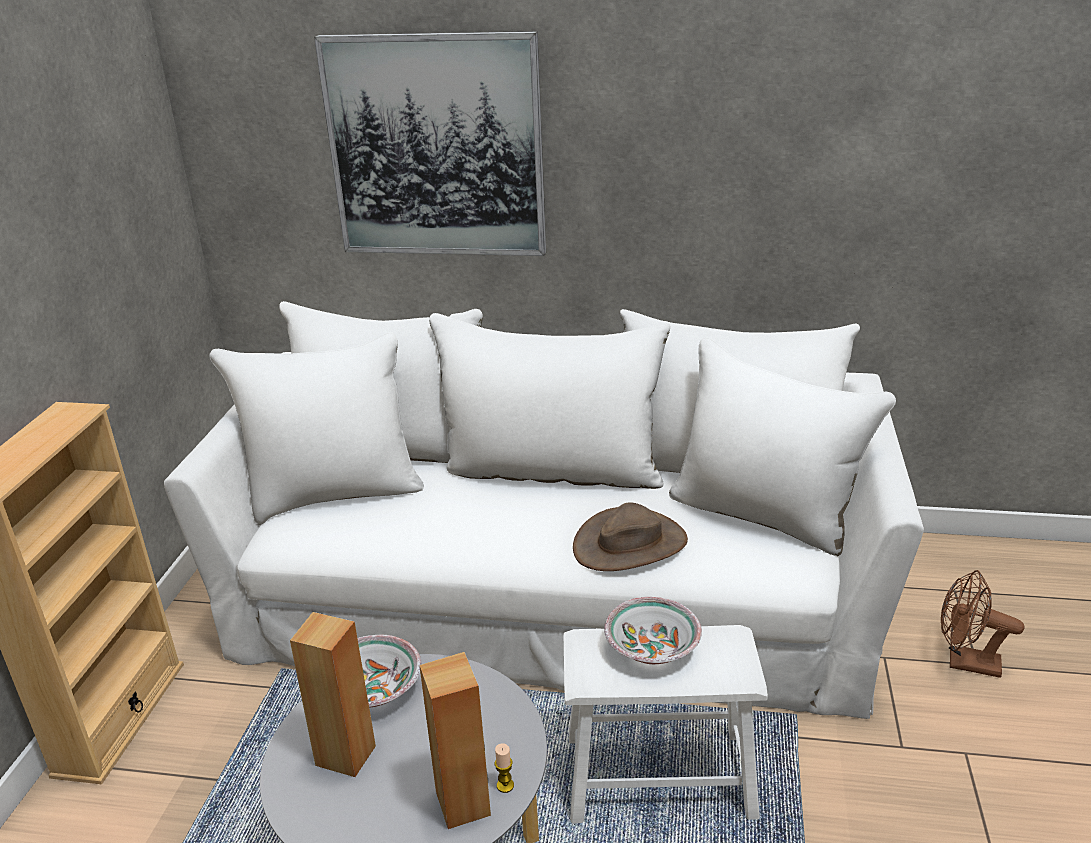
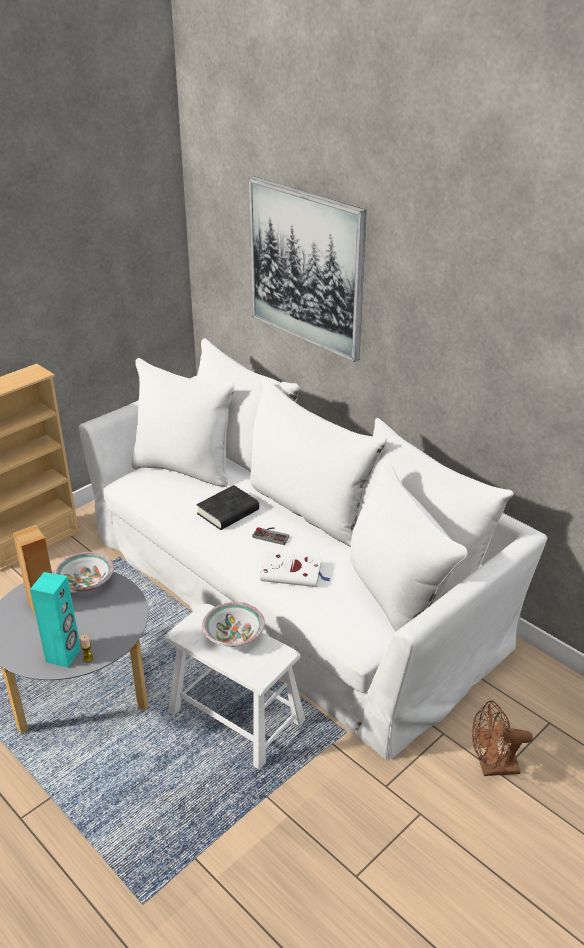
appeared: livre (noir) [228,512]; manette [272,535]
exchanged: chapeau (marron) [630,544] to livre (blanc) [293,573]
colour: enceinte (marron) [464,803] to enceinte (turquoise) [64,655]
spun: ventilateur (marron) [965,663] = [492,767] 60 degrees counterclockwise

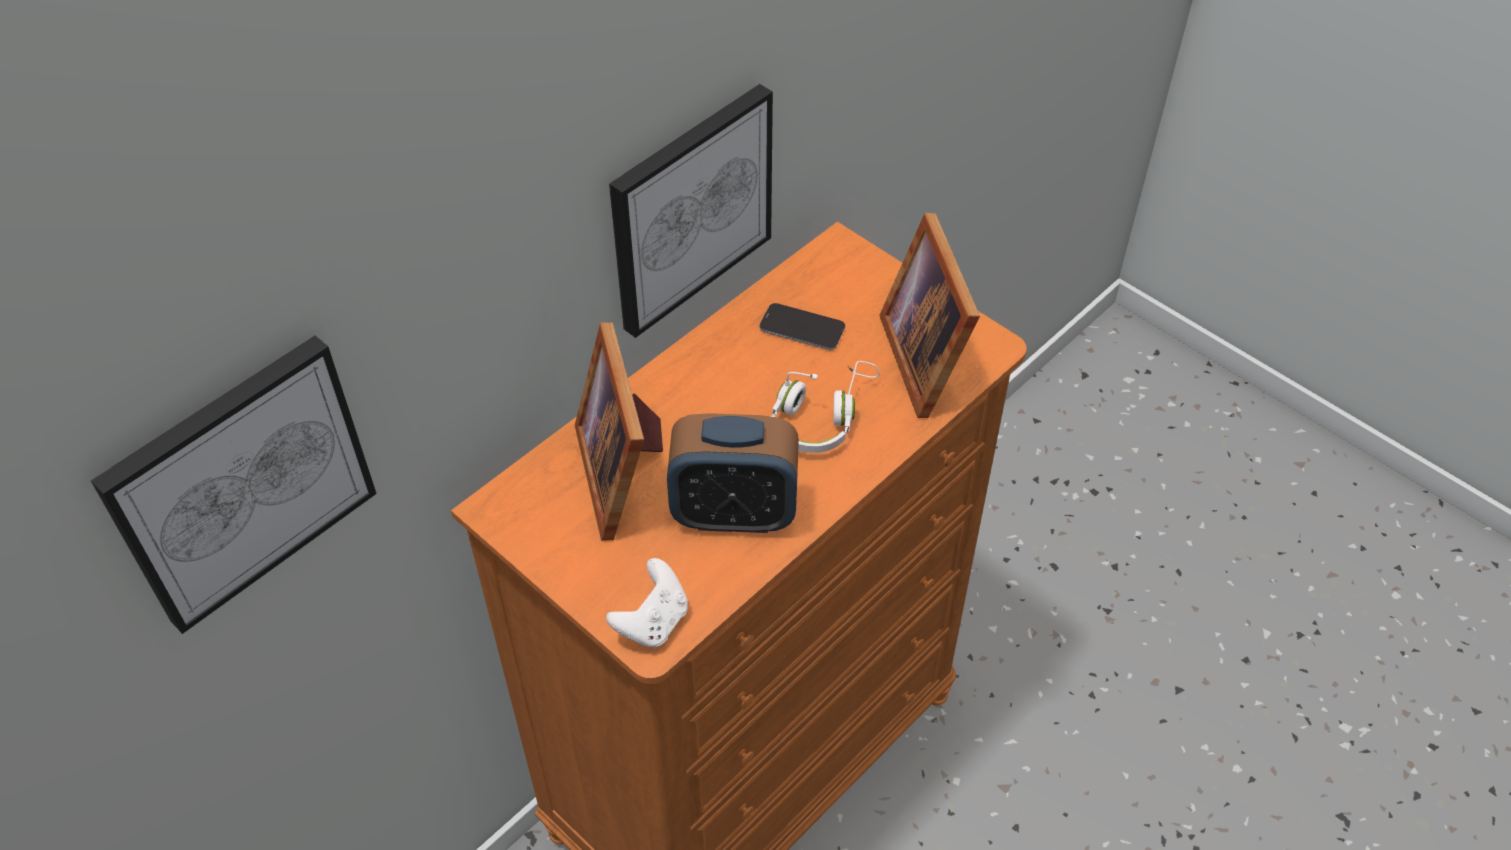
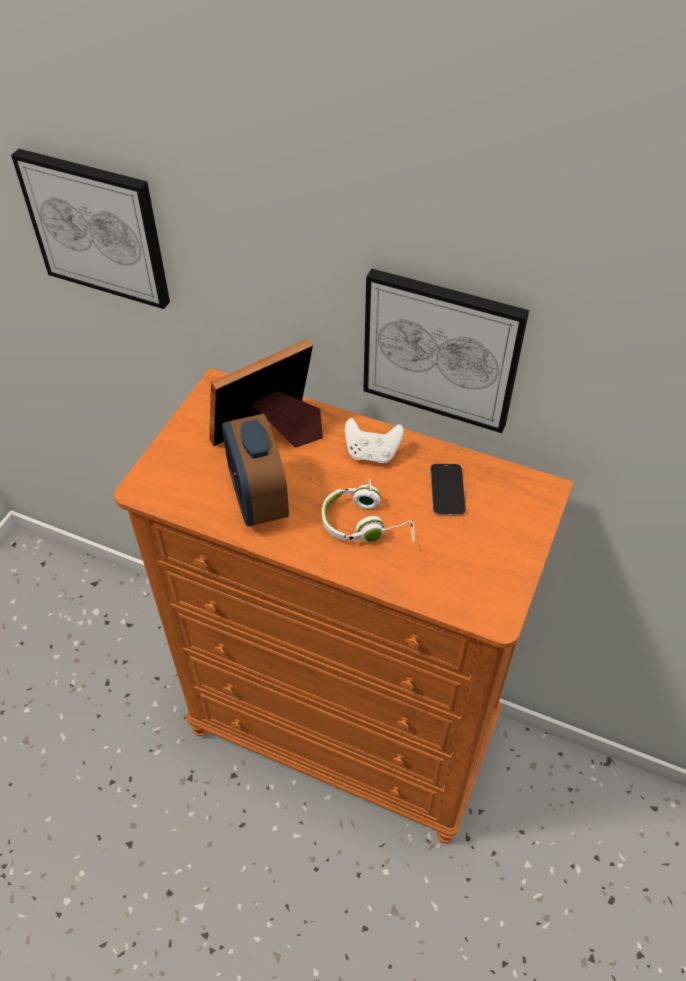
missing: cadre photo [930,357]
relocated: manette (blanc) [653,622] to [372,453]

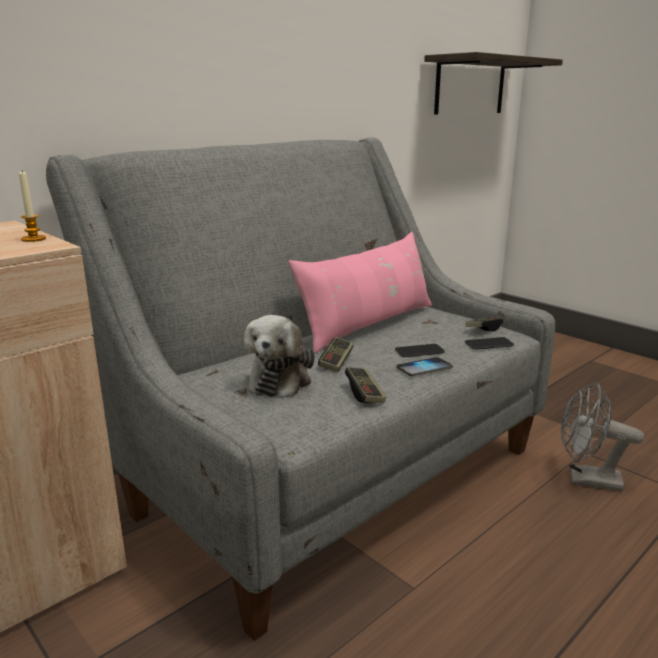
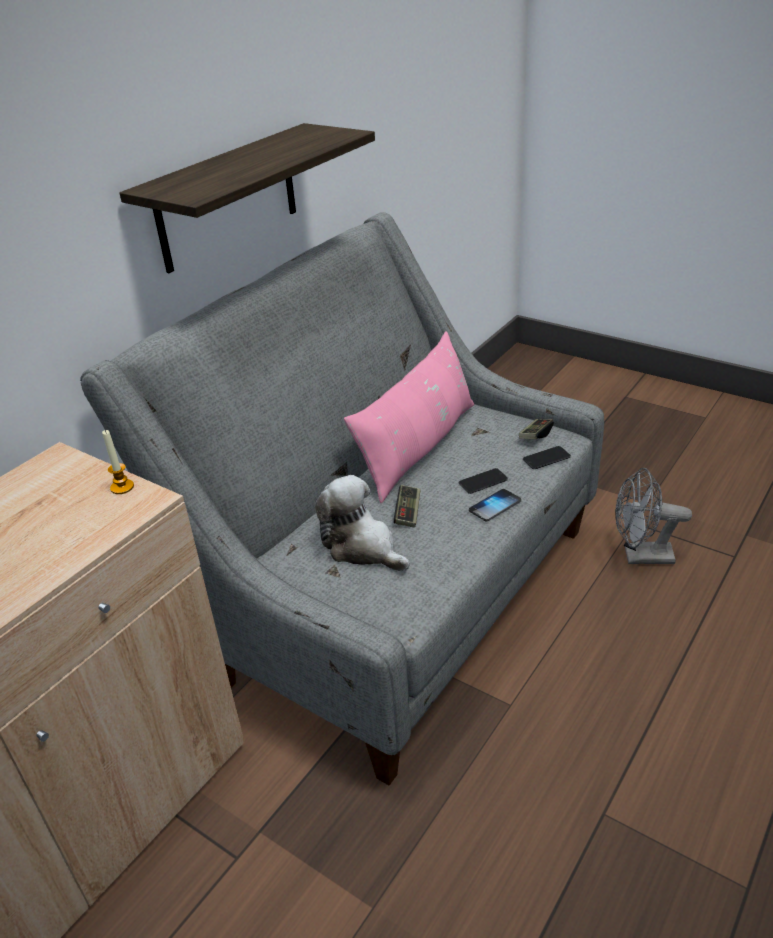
missing: manette [364,393]
relocated: étagère [470,86] to [228,198]
spun: peluche [279,379] = [362,547] 135 degrees clockwise

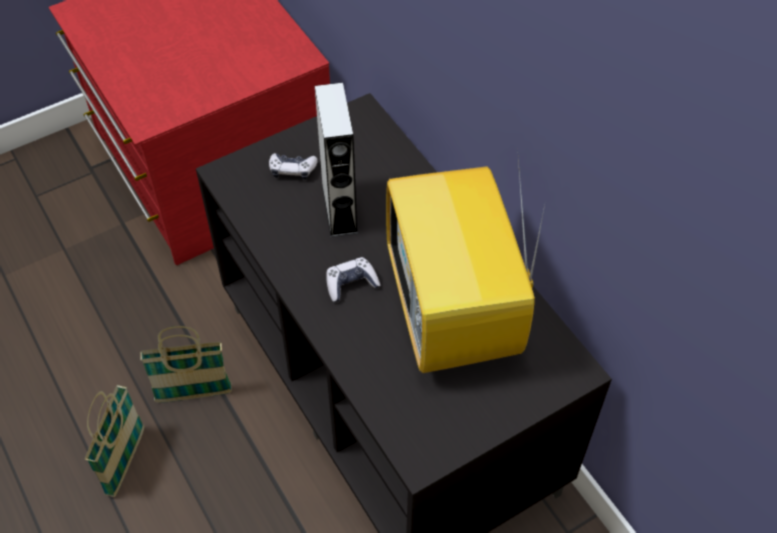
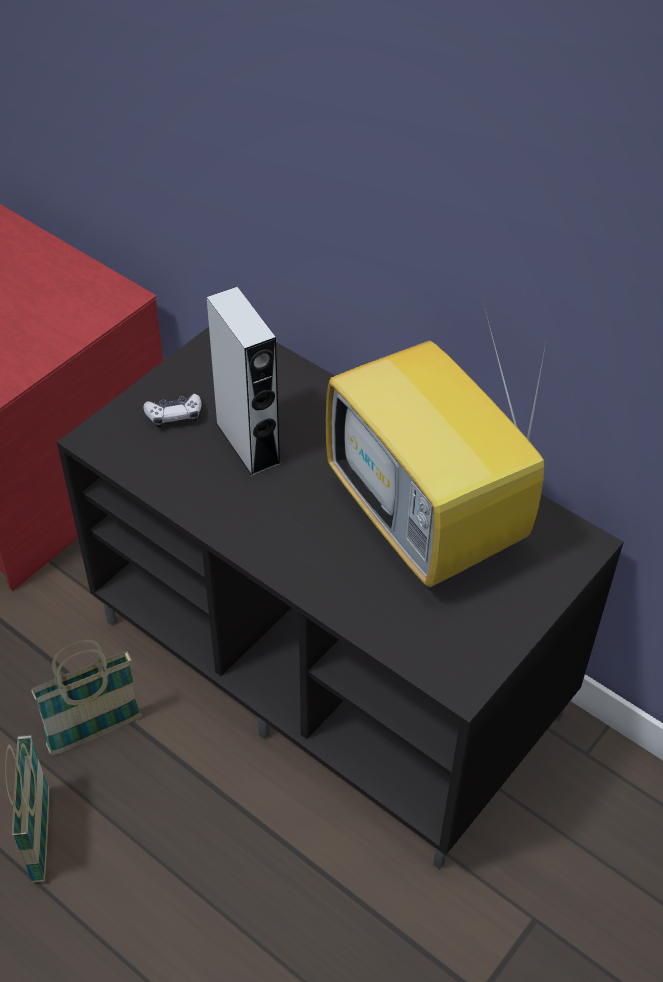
missing: manette [351,284]

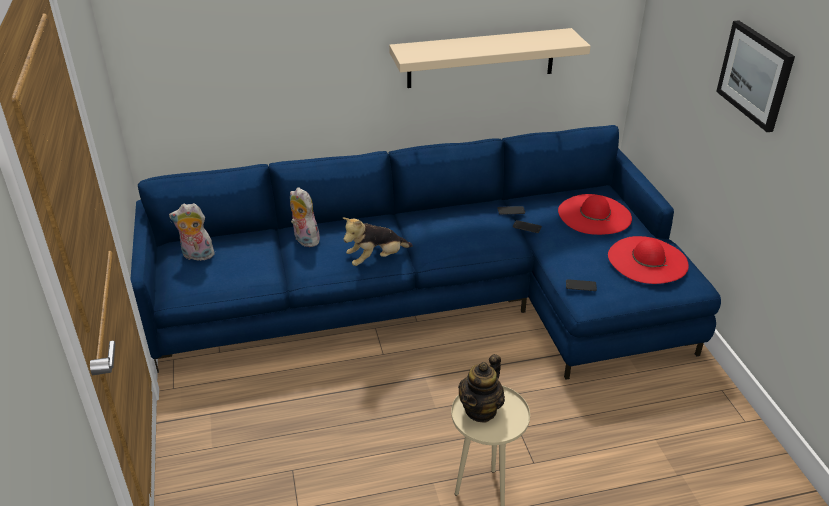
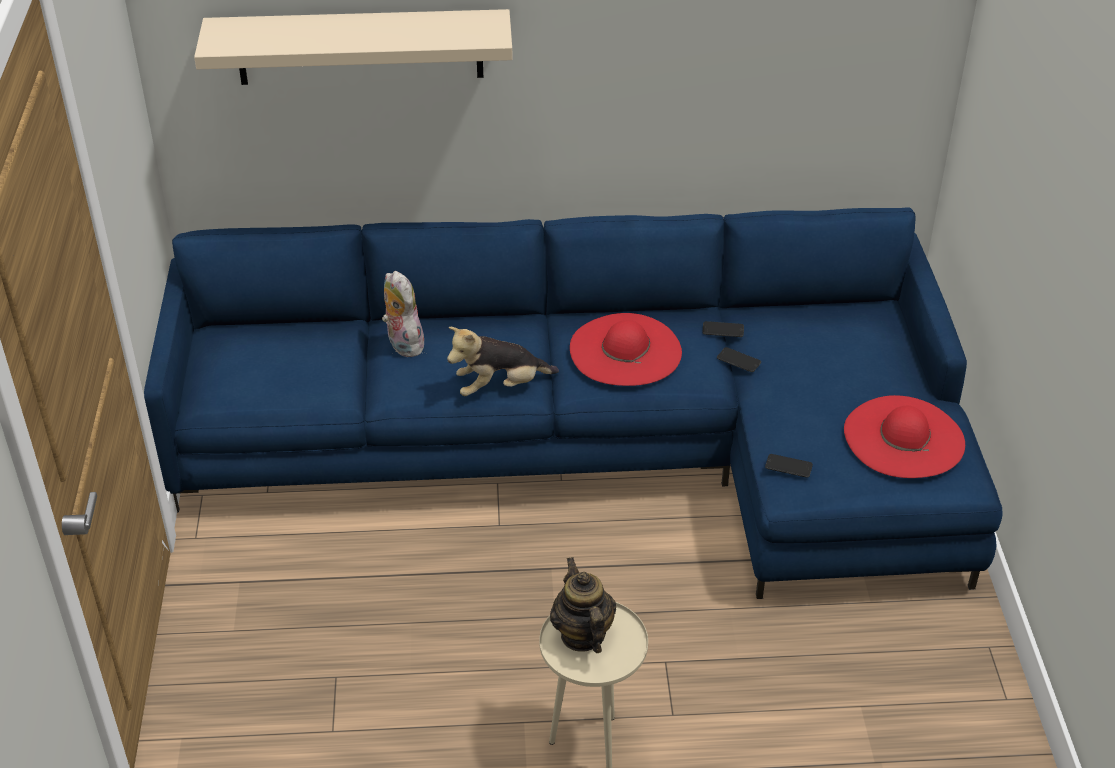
missing: tableau [755,75]; peluche [196,256]
relocated: étagère (beige) [481,58] to [360,47]; chapeau (rouge) [594,215] to [625,350]
spun: théière [481,410] = [582,635] 120 degrees clockwise

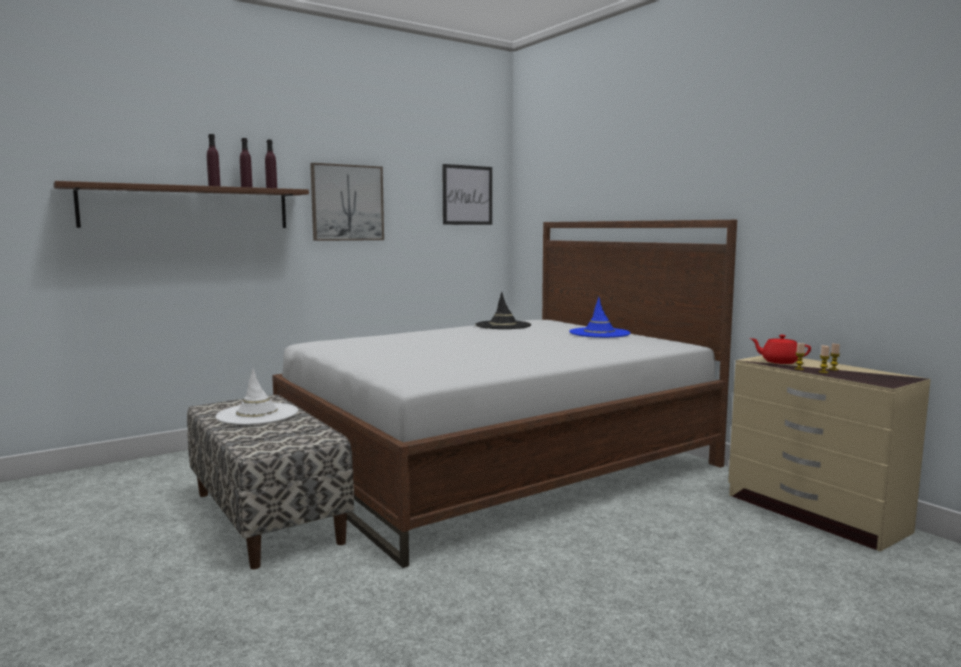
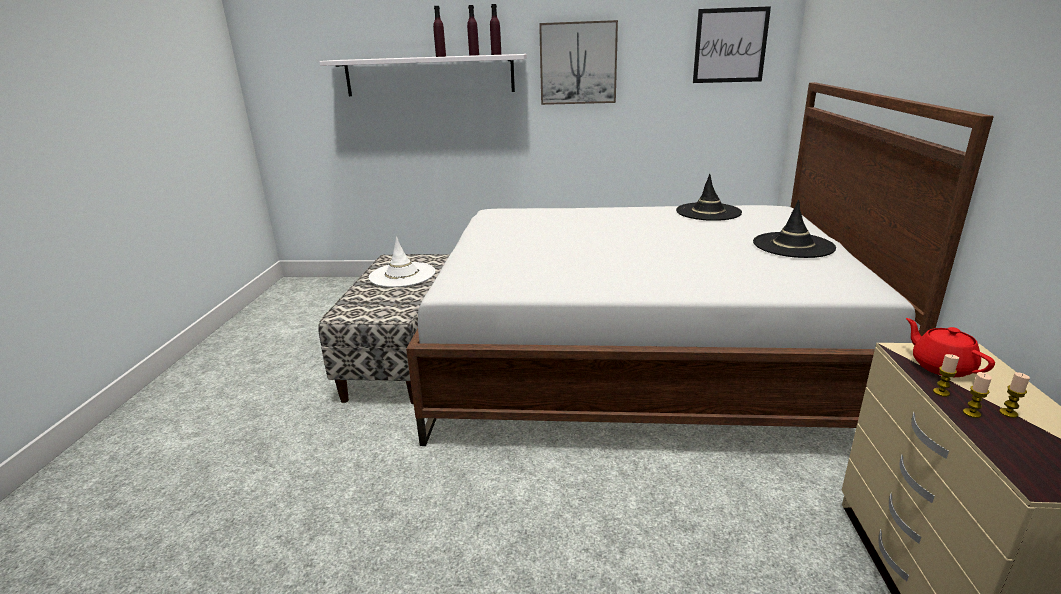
colour: étagère (marron) [188,207] to étagère (blanc) [429,75]; chapeau (bleu) [599,333] to chapeau (noir) [793,245]

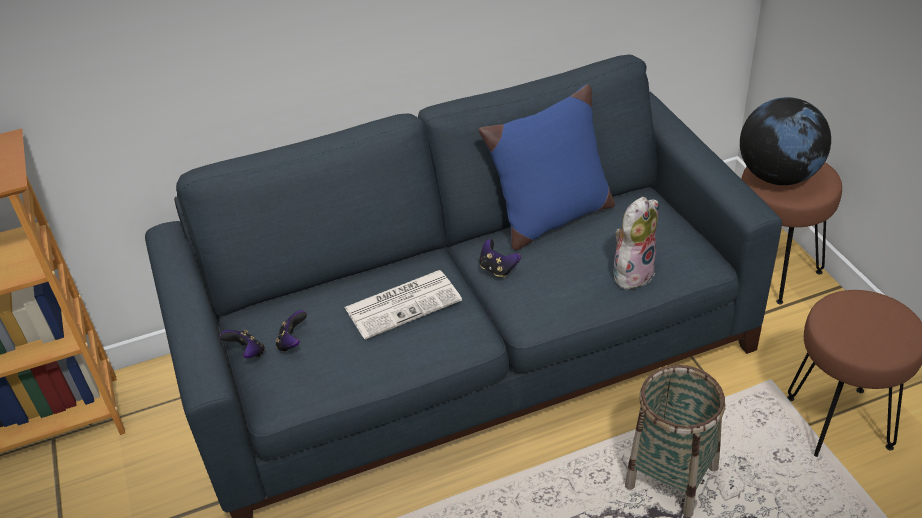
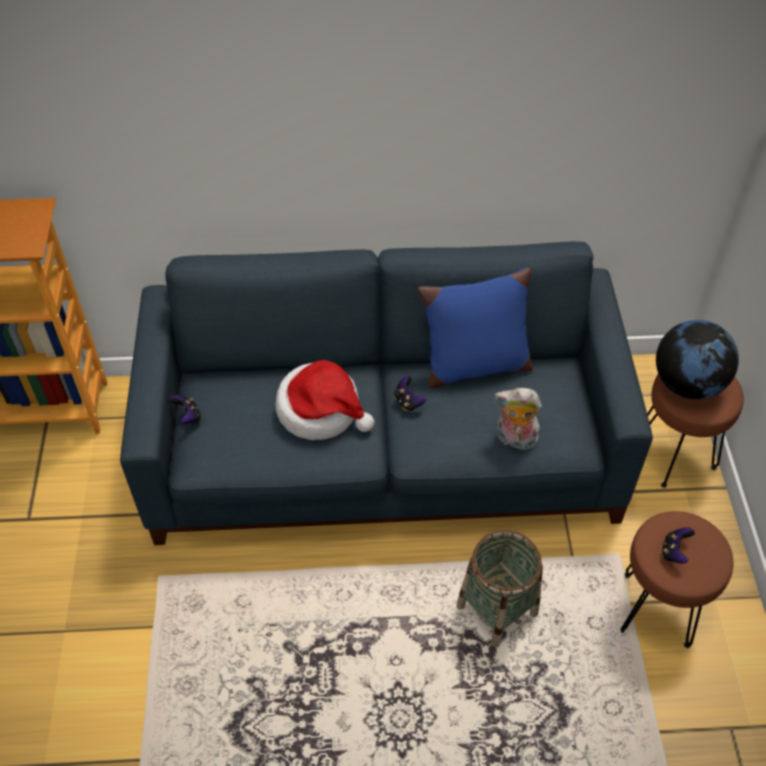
relocated: manette [293,342] to [674,551]
exchanged: journal [404,303] to chapeau [321,410]
spun: peluche [632,272] = [514,440] 135 degrees counterclockwise

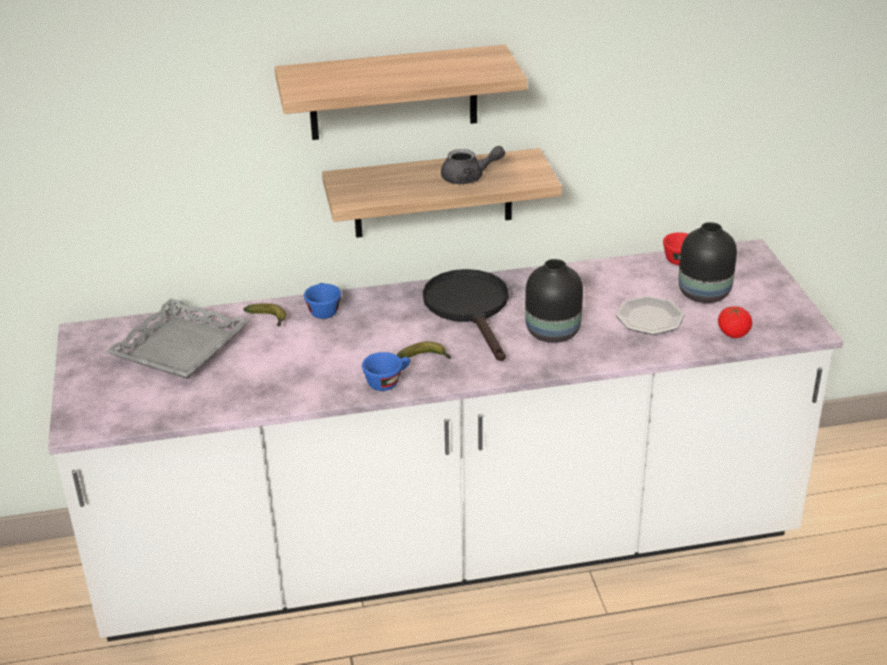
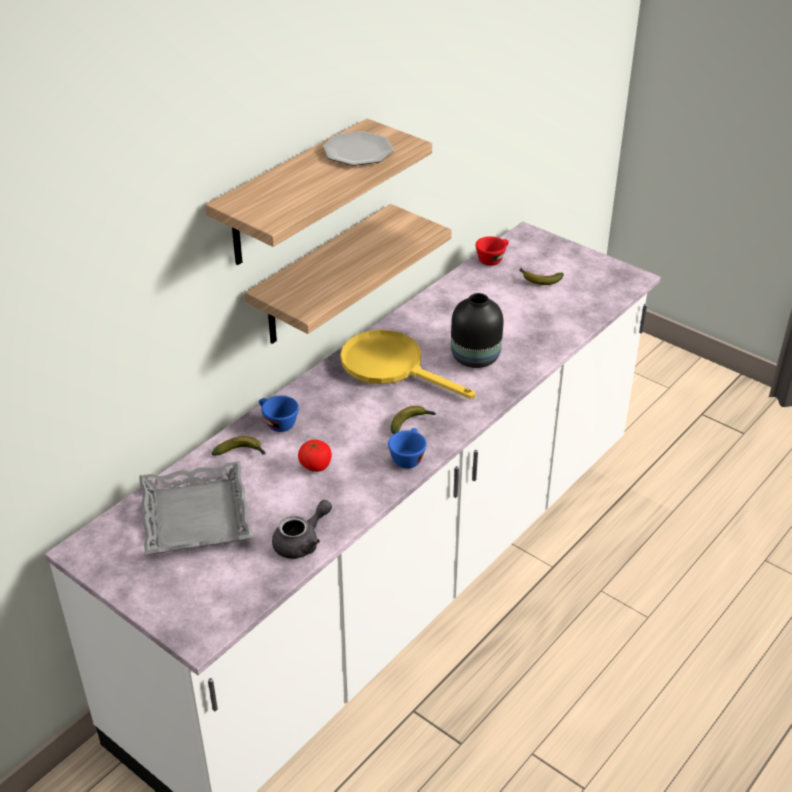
relocated: théière (gris) [469,178] to [302,542]; assiette [649,318] to [357,152]; tomate [733,333] to [315,465]
exchanged: vase (noir) [705,294] to banane [538,280]
colour: poêle (noir) [470,308] to poêle (jaune) [392,366]

